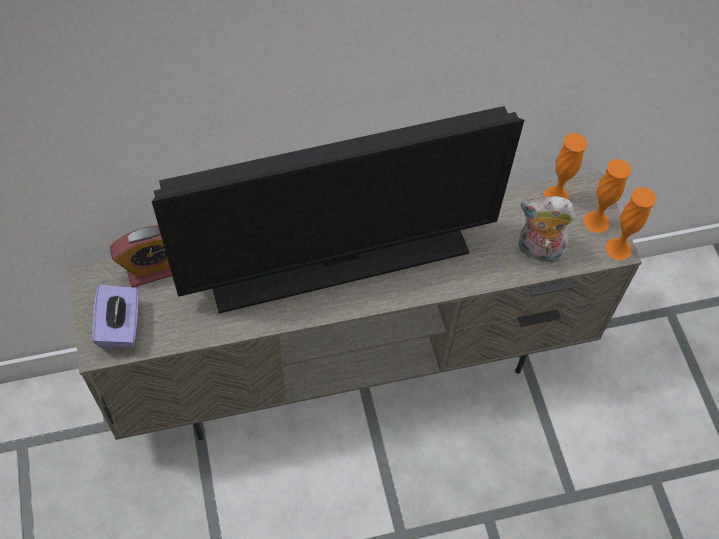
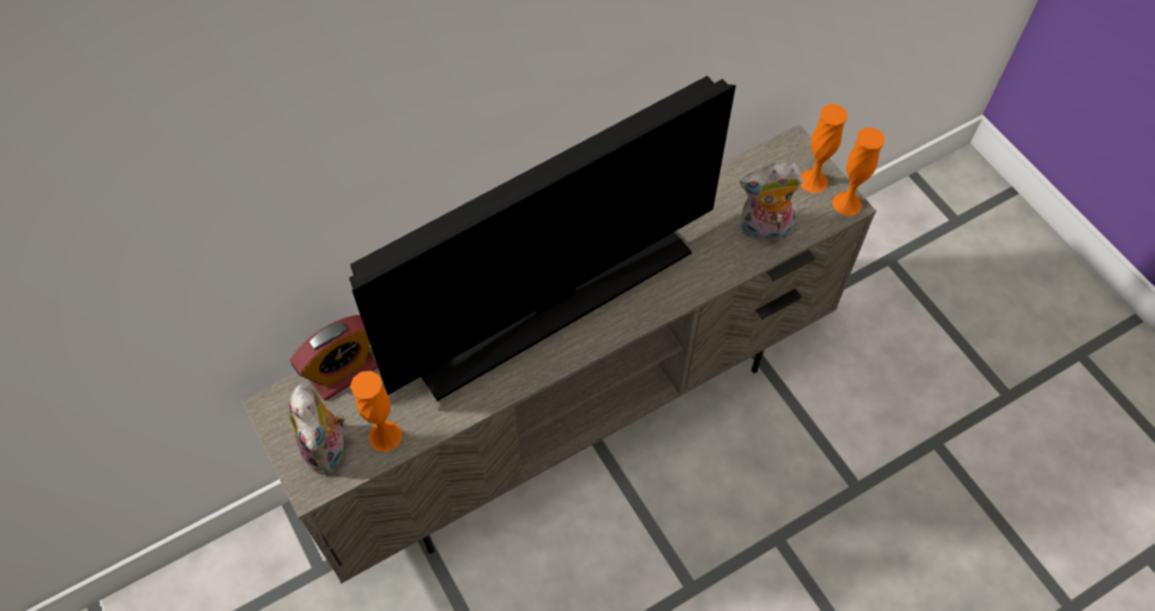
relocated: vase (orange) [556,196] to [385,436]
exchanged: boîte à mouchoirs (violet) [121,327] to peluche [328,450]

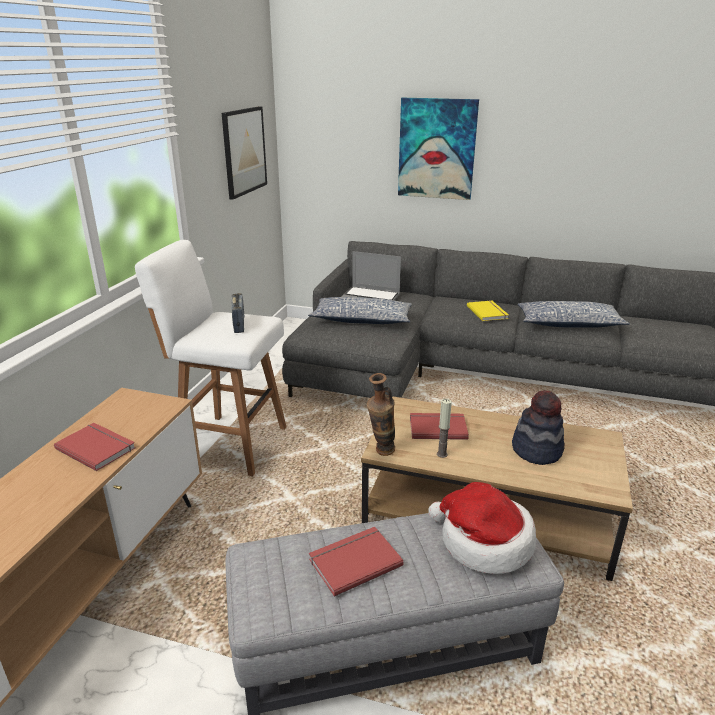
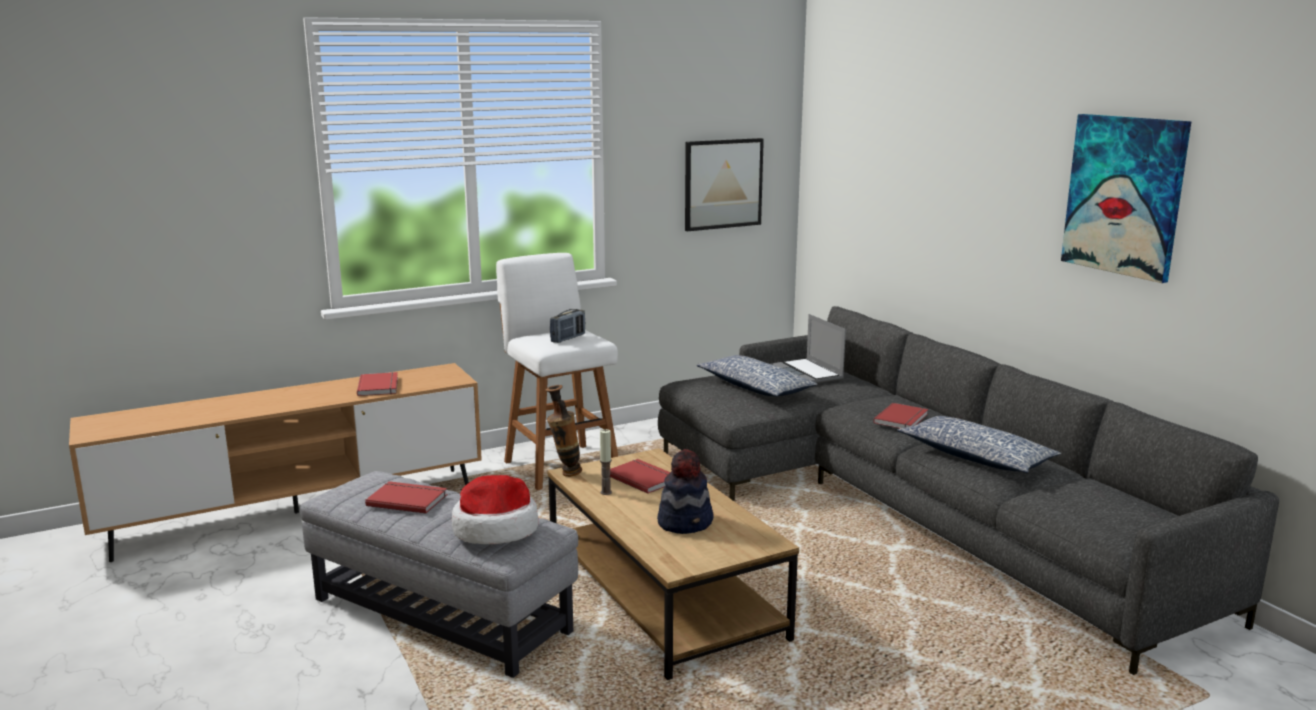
relocated: tableau [437,149] to [1124,195]
colour: livre (jaune) [488,312] to livre (rouge) [902,419]

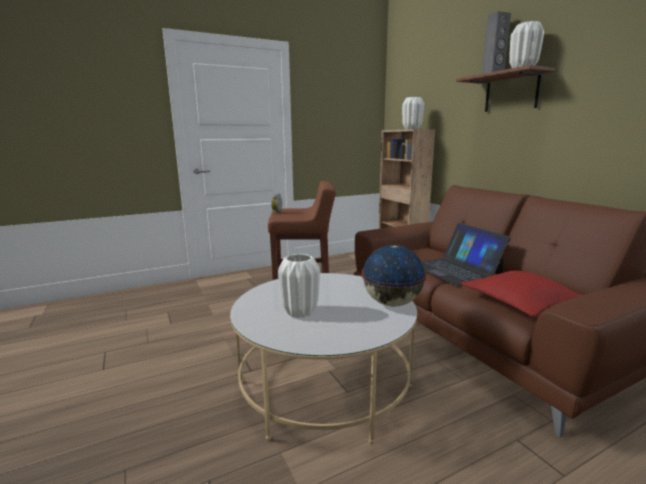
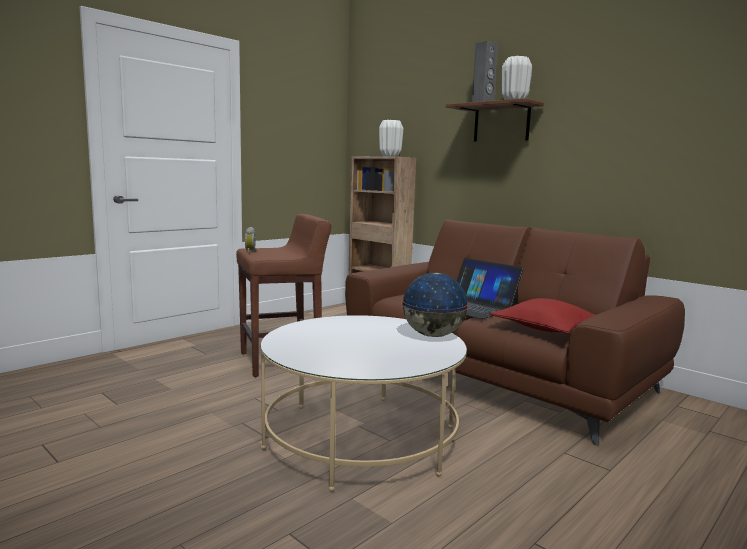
missing: vase (blanc) [299,312]

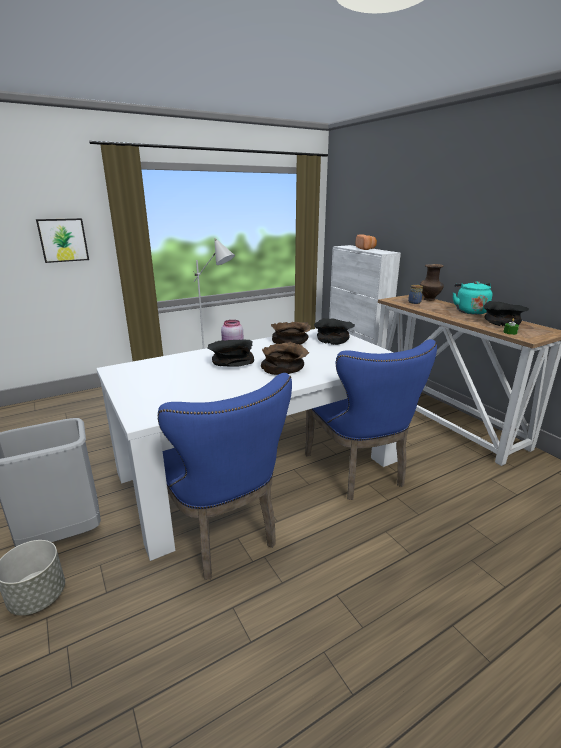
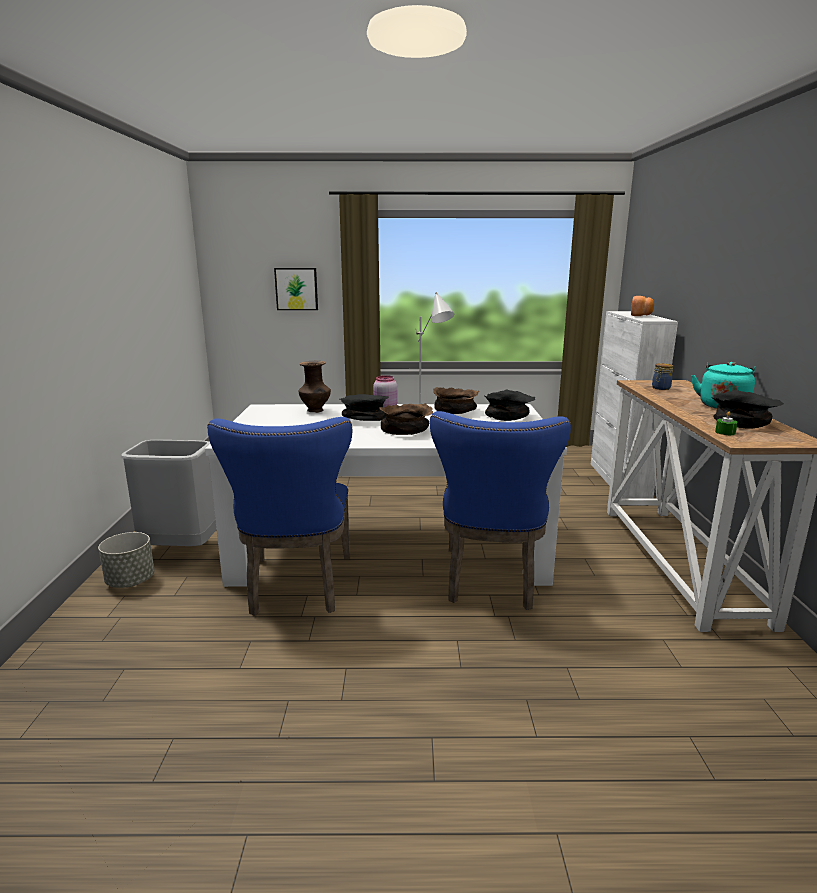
relocated: vase (marron) [430,299] to [315,411]

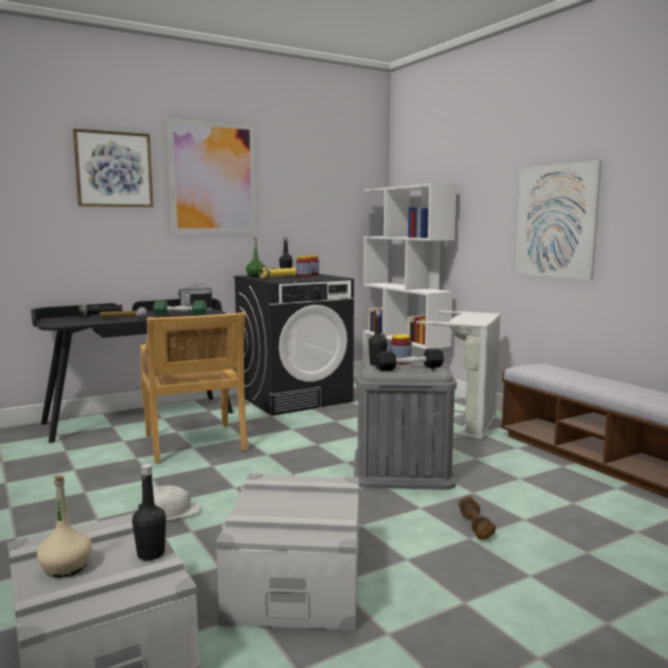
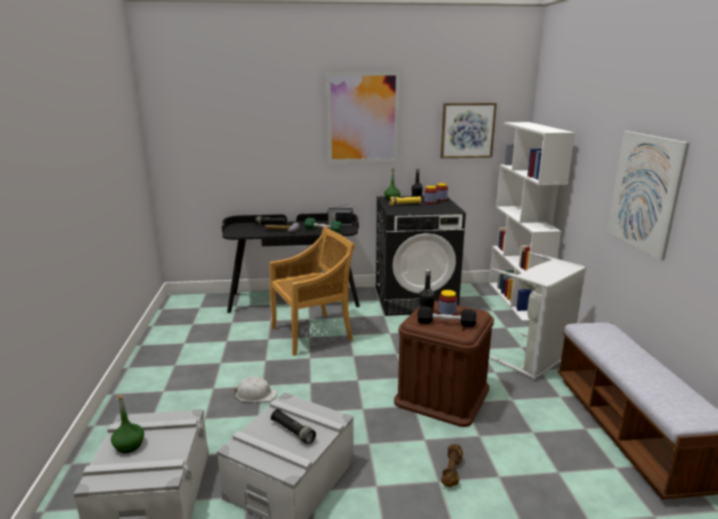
missing: bouteille (noir) [151,554]
appeared: lampe de poche (noir) [293,431]
relocated: tableau [114,169] to [467,130]
colour: boîte de rangement (gris) [402,468] to boîte de rangement (marron) [442,395]; bouteille (beige) [66,567] to bouteille (vert) [129,445]
spun: chaise (beige) [195,443] = [312,333] 120 degrees counterclockwise

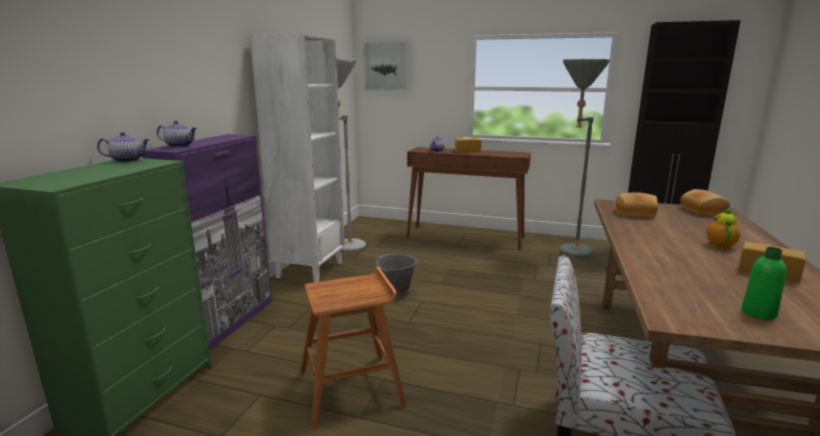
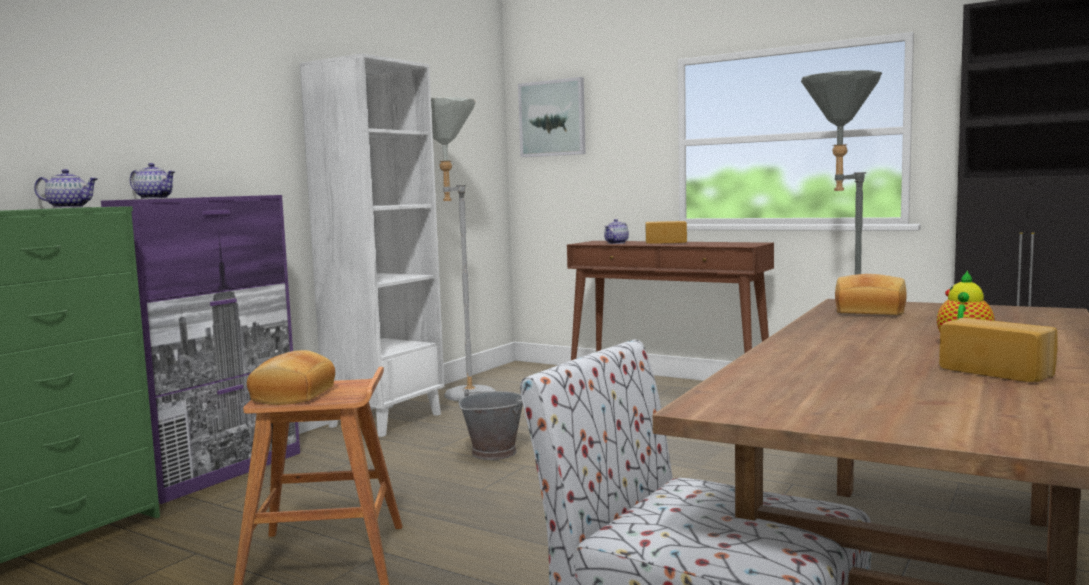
missing: bouteille (vert) [758,313]
relocated: pain [701,211] to [291,395]

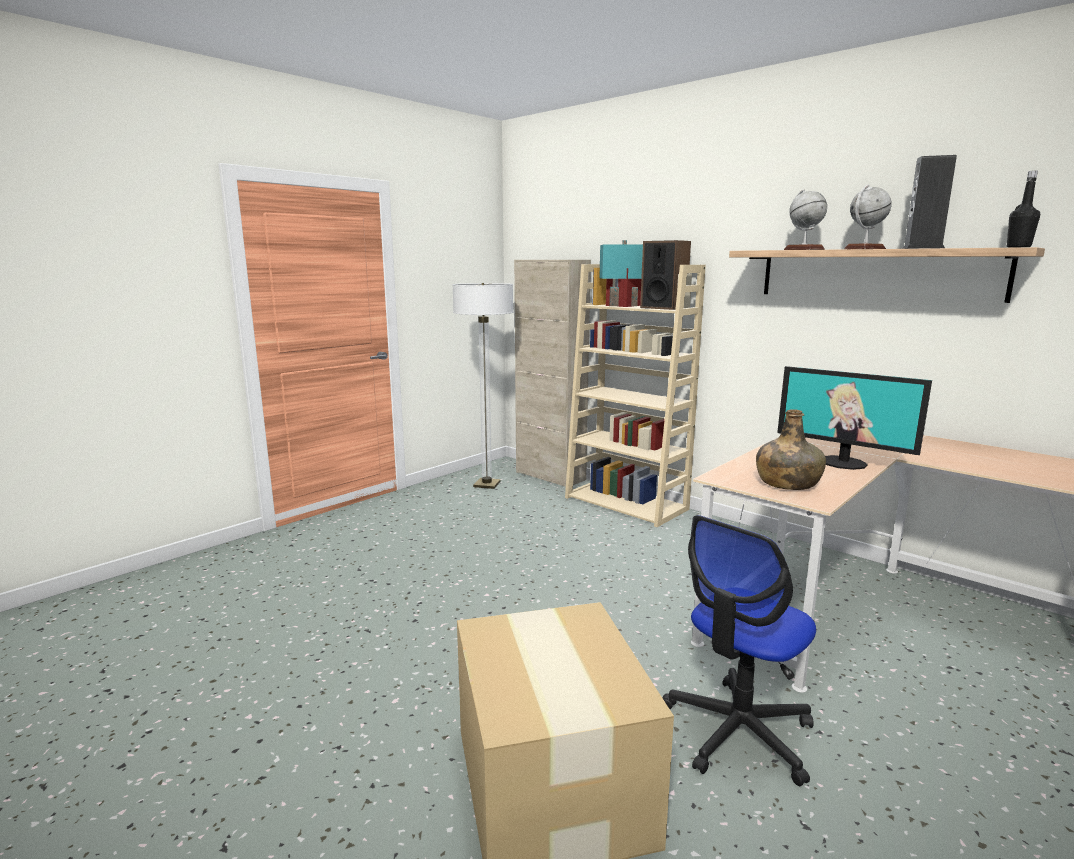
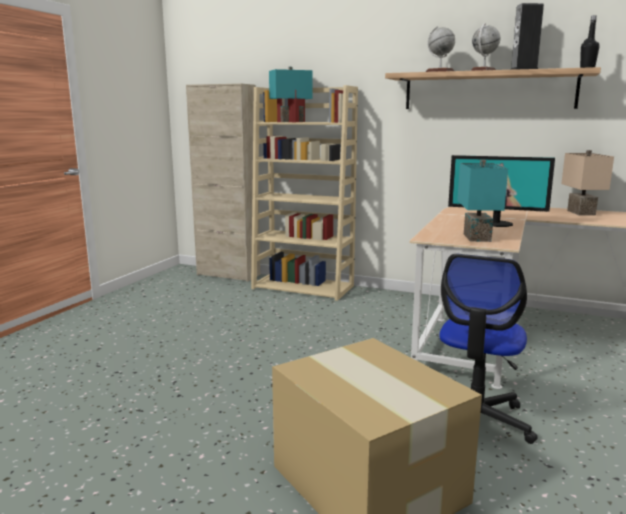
missing: enceinte [663,308]; lampadaire [487,484]
appeared: lampe de table (beige) [582,213]
exchanged: bouteille (vert) [787,483] to lampe de table (turquoise) [475,237]

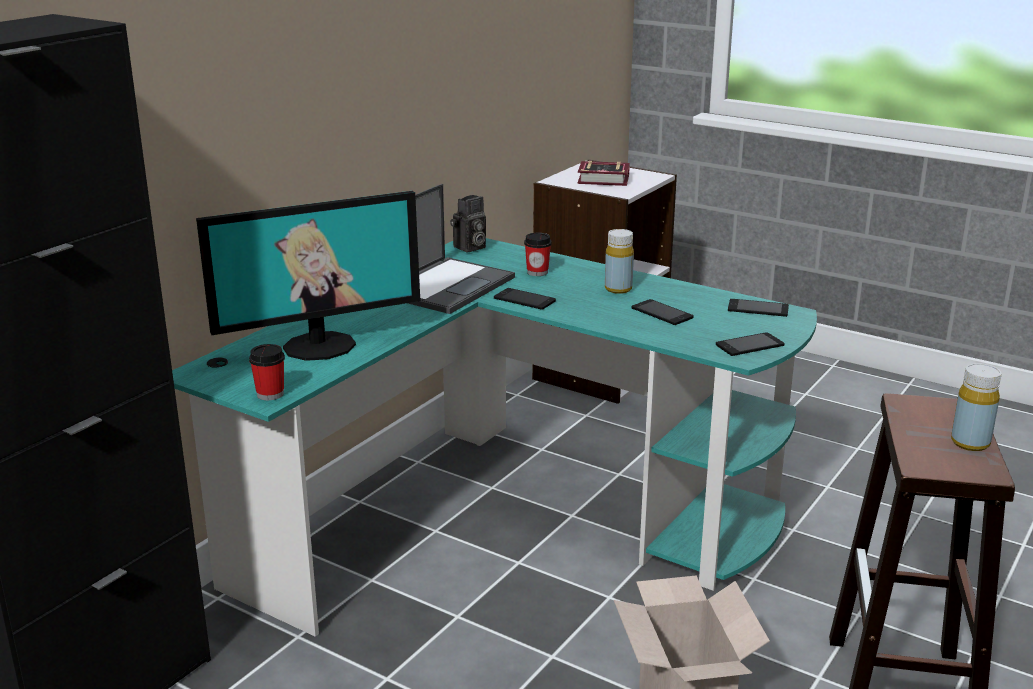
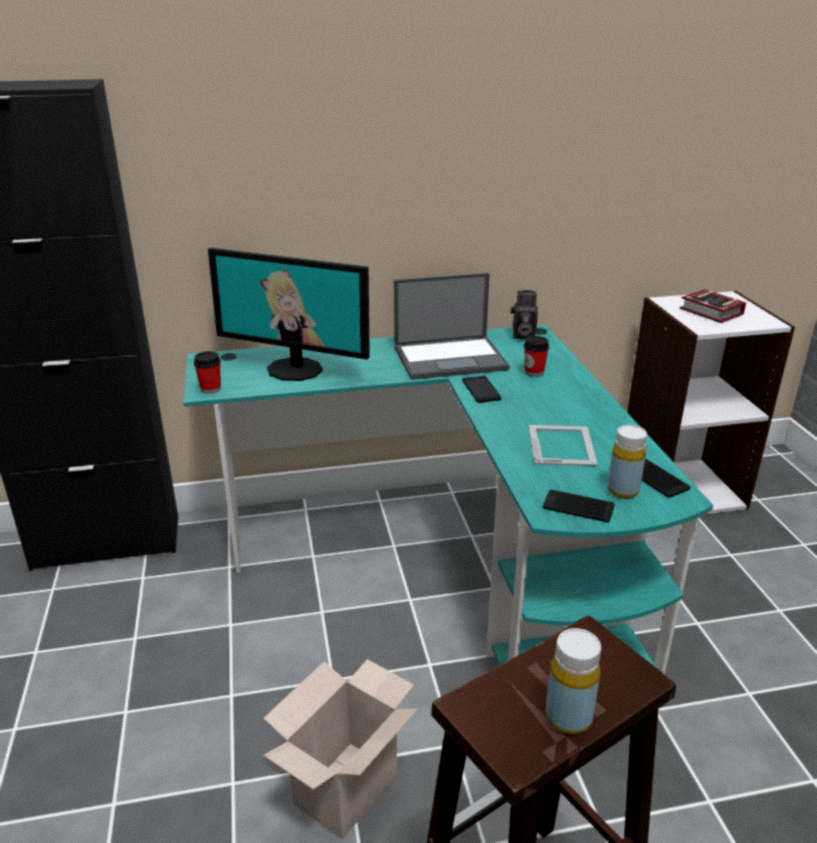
relocated: bouteille (jaune) [618,289] to [622,490]
exchanged: téléphone [662,313] to cadre photo [562,445]

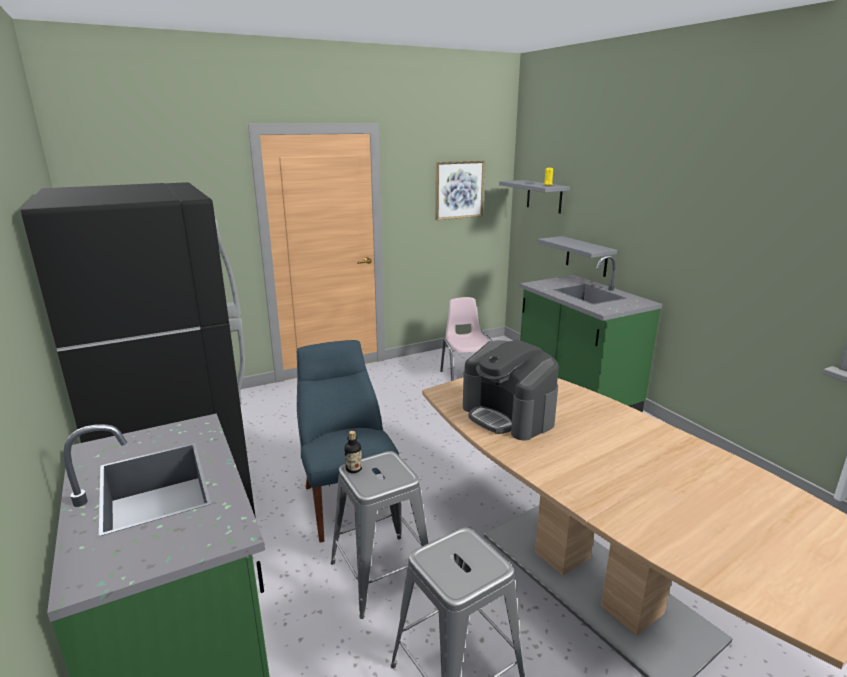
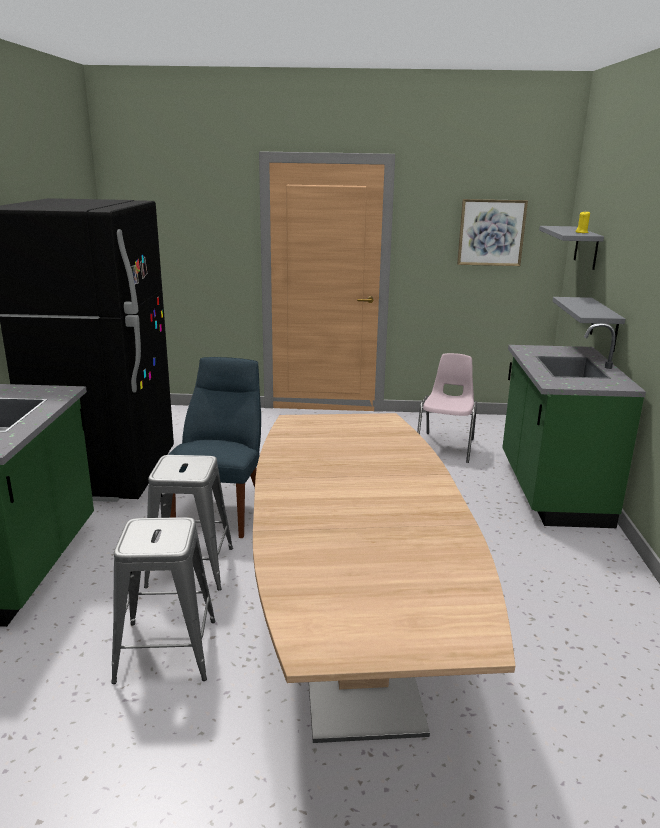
missing: machine à café [508,415]; bouteille [353,469]

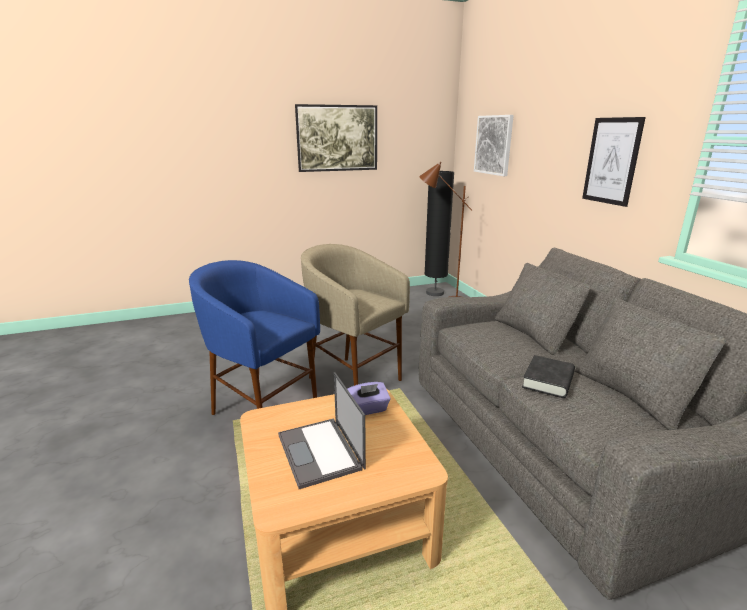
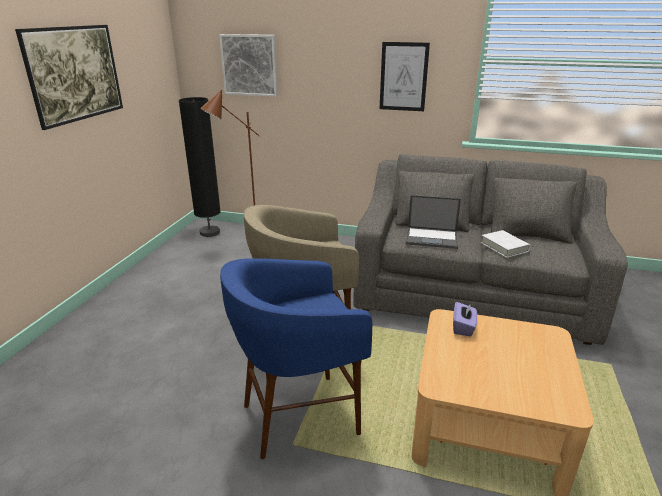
relocated: ordinateur portable [321,452] to [432,238]
colour: livre (noir) [548,381] to livre (blanc) [504,247]

